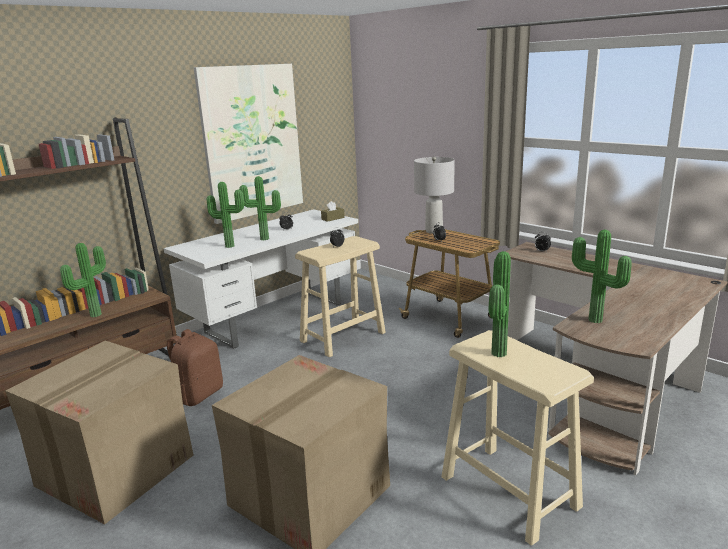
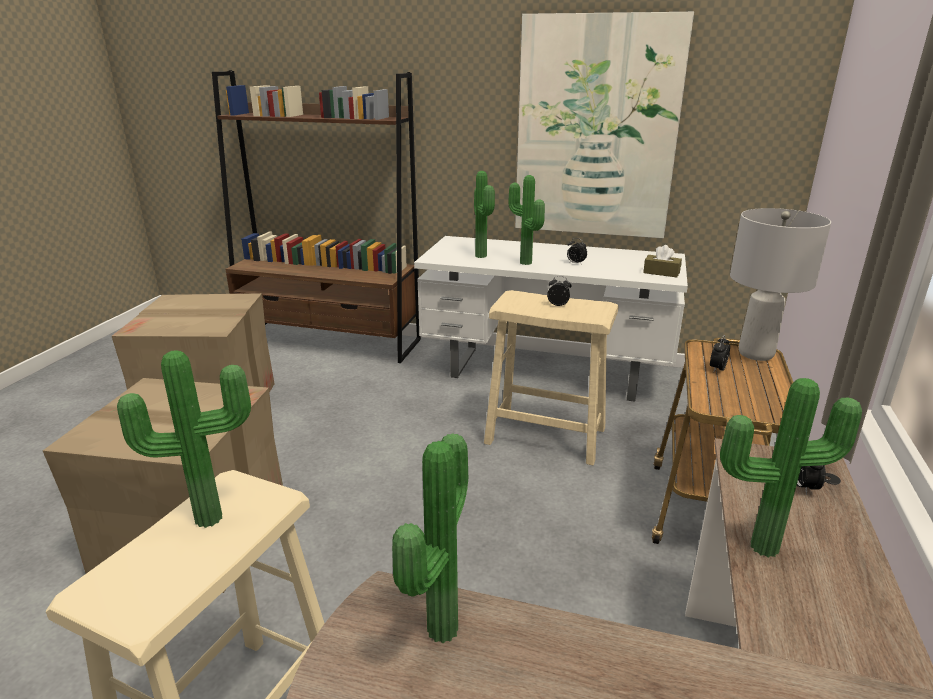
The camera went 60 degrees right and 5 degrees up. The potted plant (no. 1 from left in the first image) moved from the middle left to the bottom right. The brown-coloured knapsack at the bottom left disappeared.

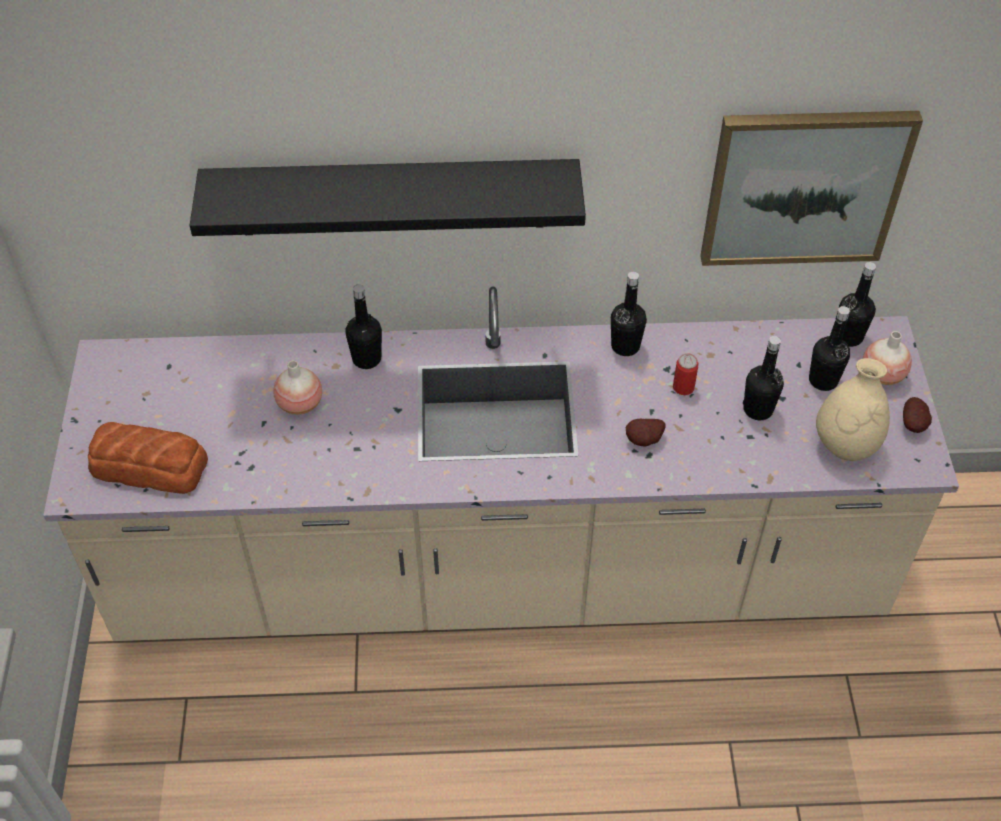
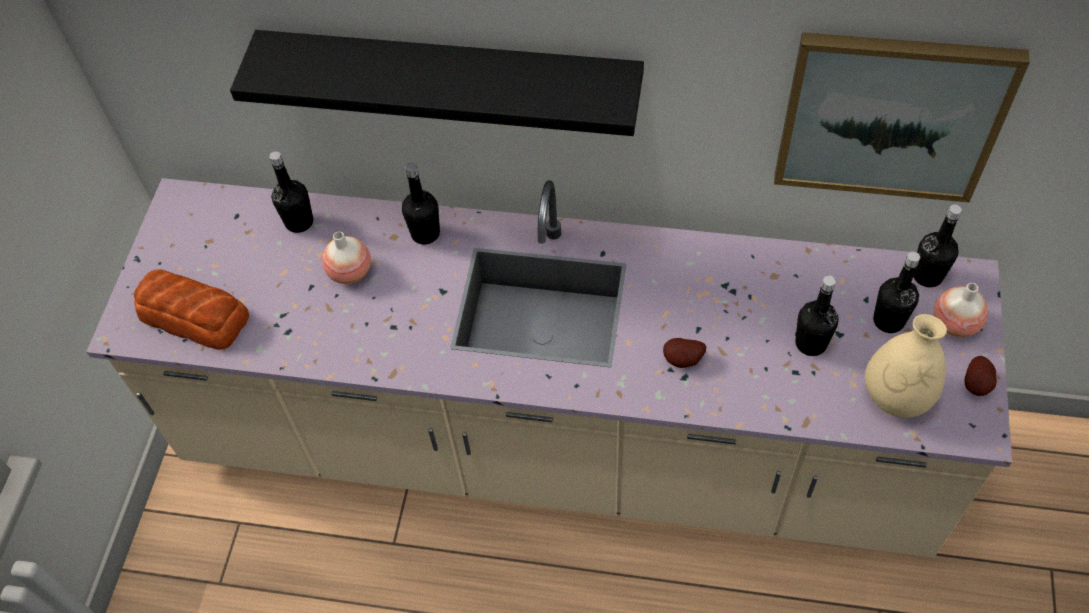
The camera went 15 degrees right and 5 degrees up. The black-coloured beverage bottle (no. 2 from left in the first image) moved from the centre to the top left. The sealed can at the middle right disappeared.

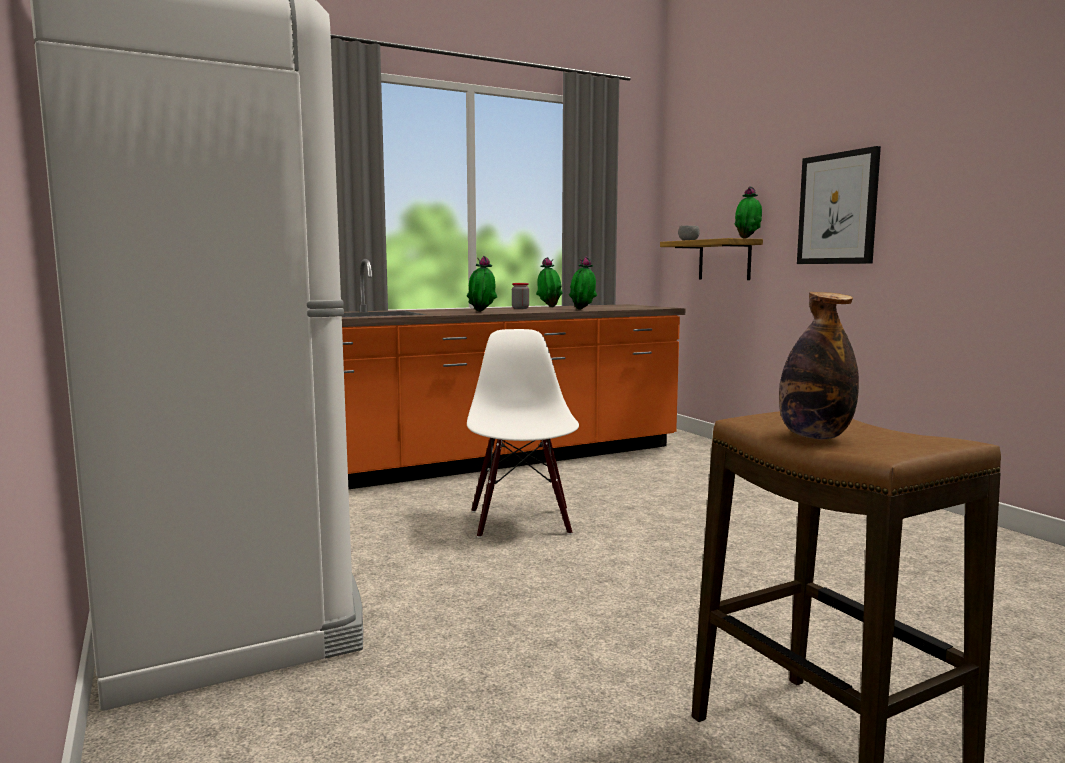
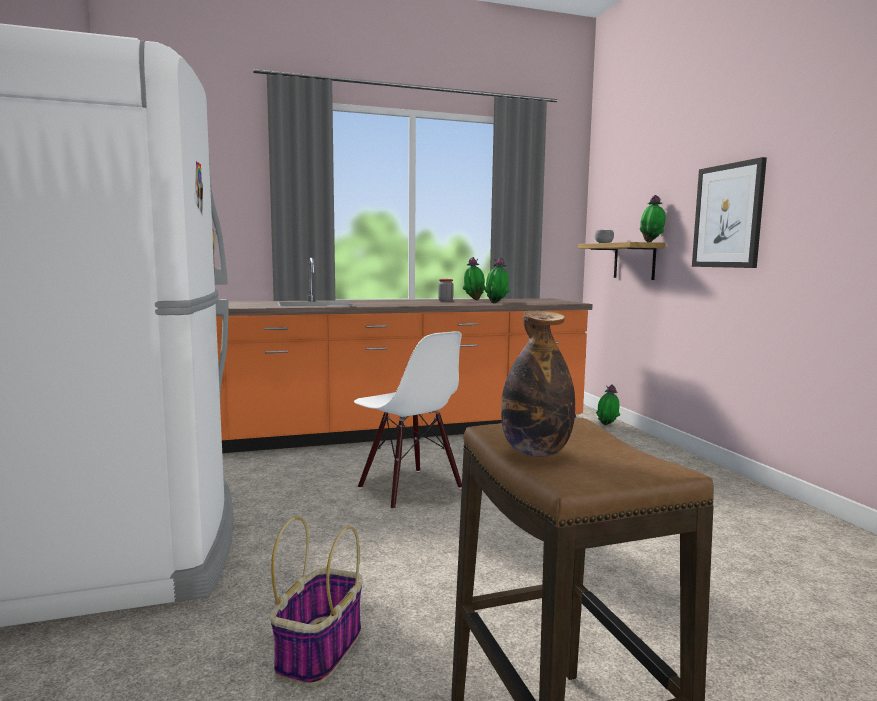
The camera went 10 degrees right and 0 degrees up. The storage basket at the bottom centre appeared. The white chair at the centre turned 135 degrees clockwise. The potted plant (no. 1 from left in the first image) moved from the centre to the middle right.

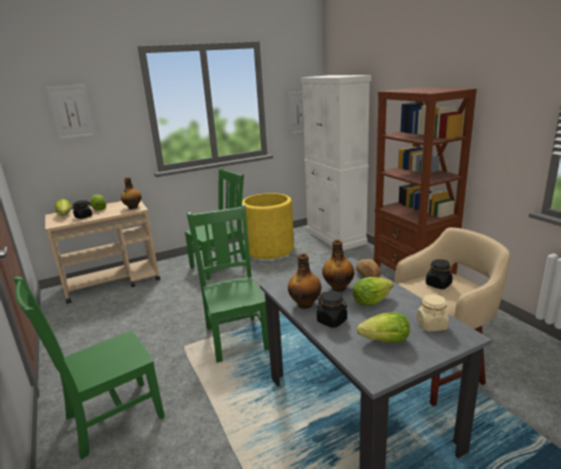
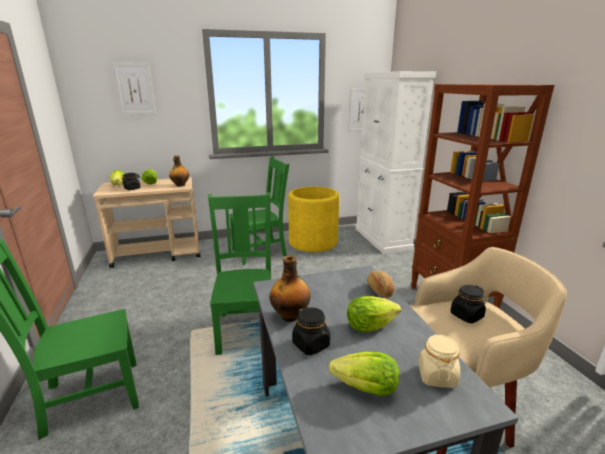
The camera went 10 degrees right and 0 degrees up. The beverage bottle (no. 3 from left) at the centre disappeared.

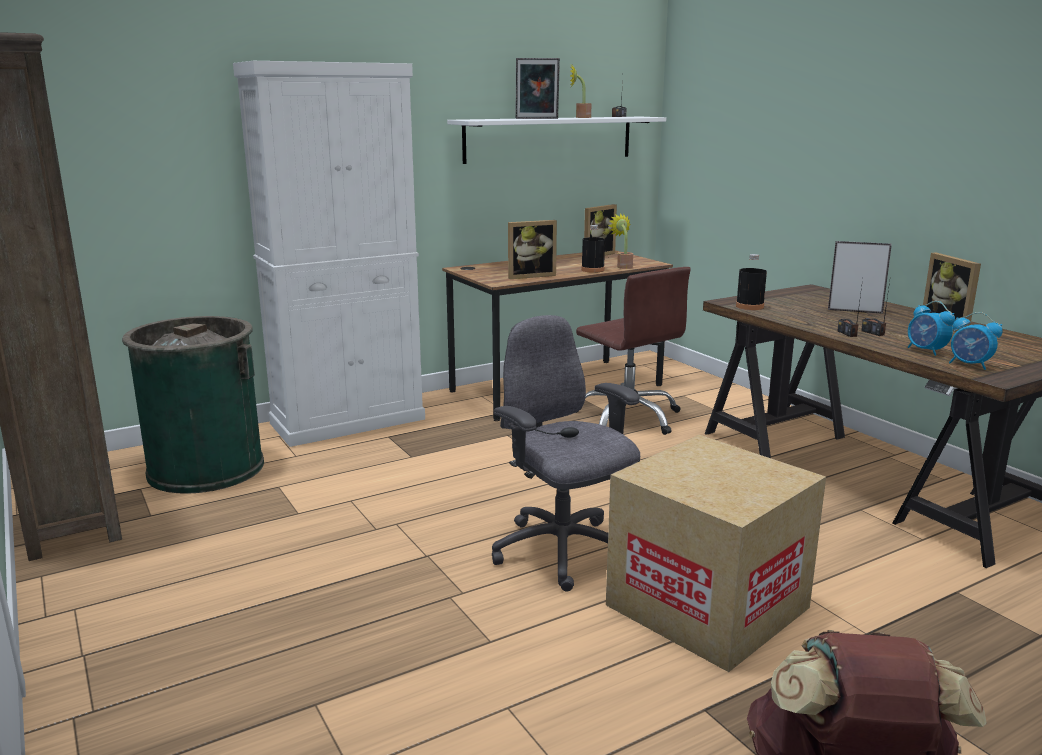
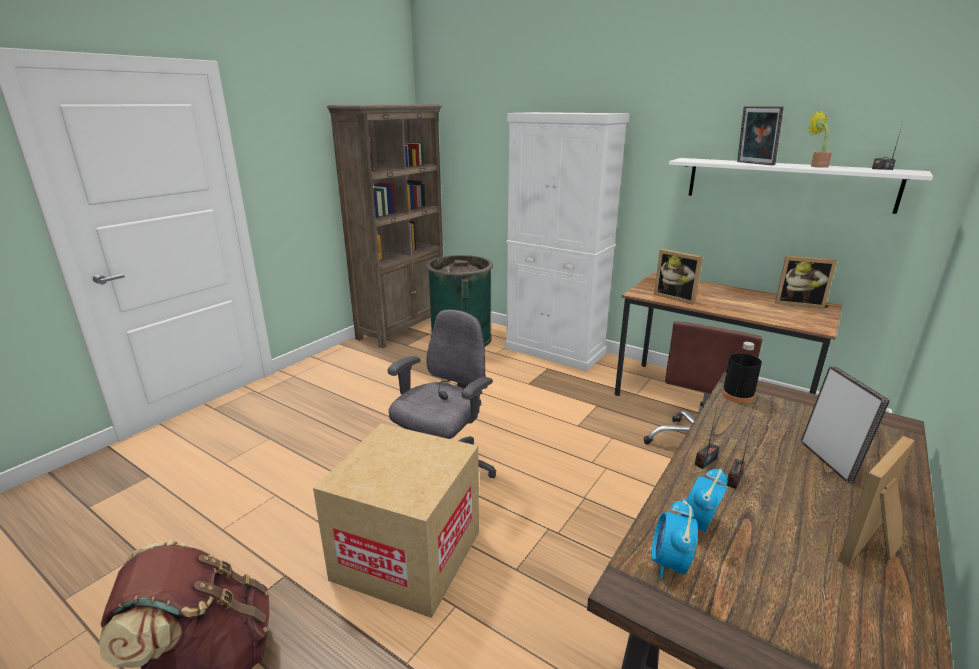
The camera went 65 degrees right and 5 degrees up. The black-coloured beverage bottle (no. 1 from left) at the top centre disappeared. The potted plant (no. 2 from left) at the top centre disappeared.

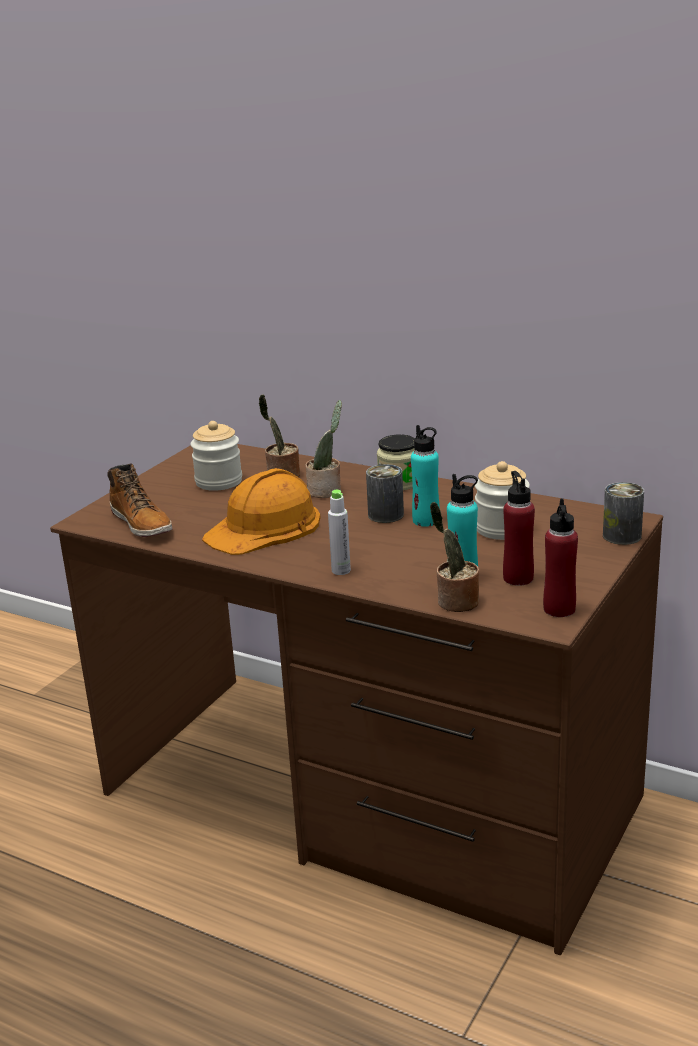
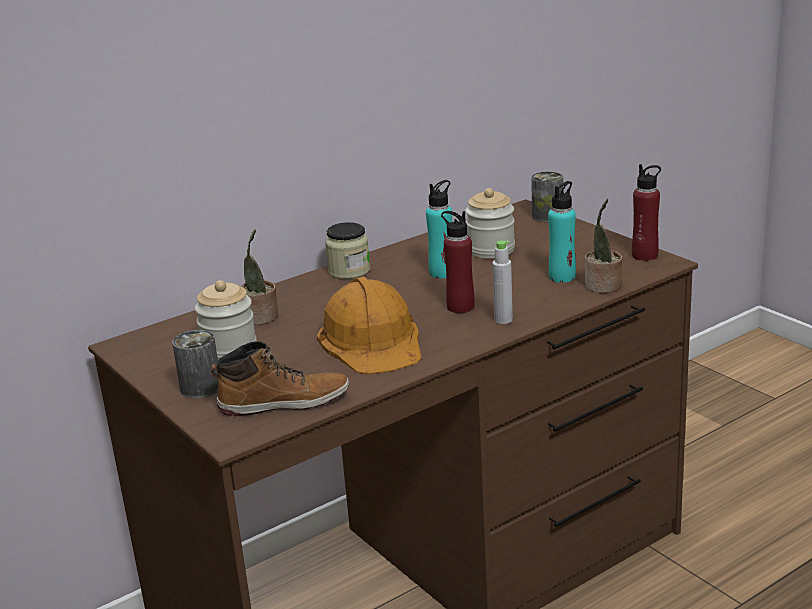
The camera went 65 degrees left and 0 degrees up. The sealed can (no. 1 from left) moved from the centre to the middle left. The reddish beverage bottle (no. 1 from left) moved from the middle right to the centre. The potted plant (no. 2 from left) at the centre disappeared.

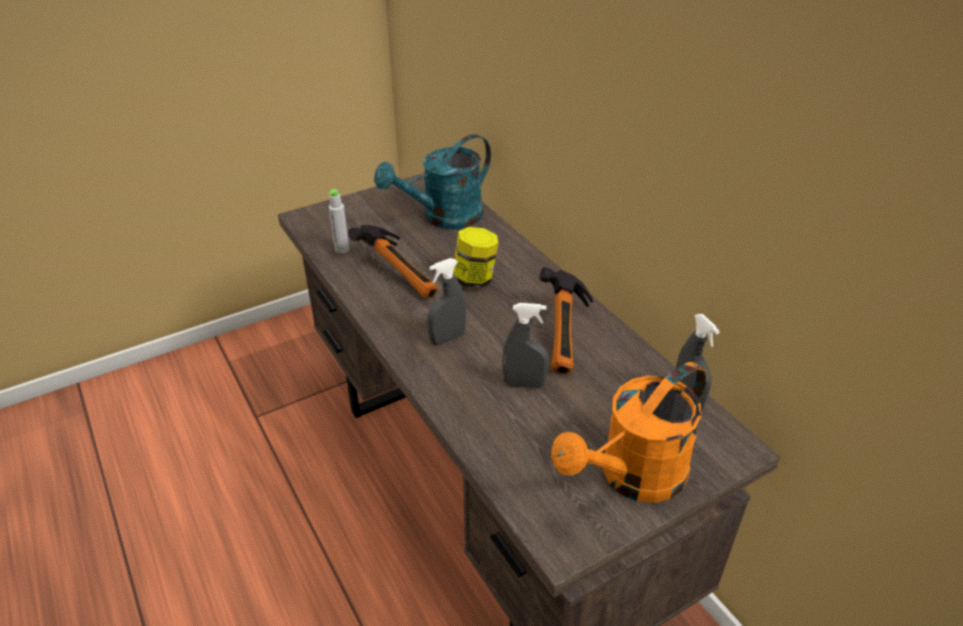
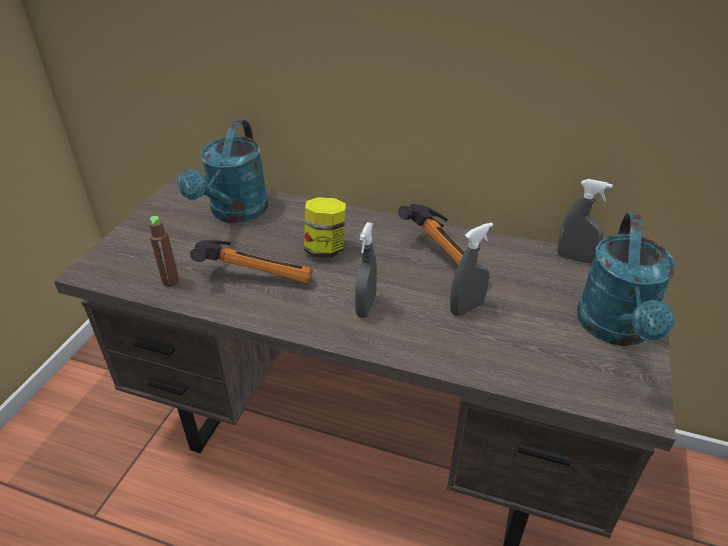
The camera went 40 degrees left and 0 degrees up. The gray beverage bottle at the centre became the brown-coloured beverage bottle at the middle left. The orange-coloured sprinkling can at the bottom centre became the blue-green sprinkling can (no. 2 from left) at the middle right.

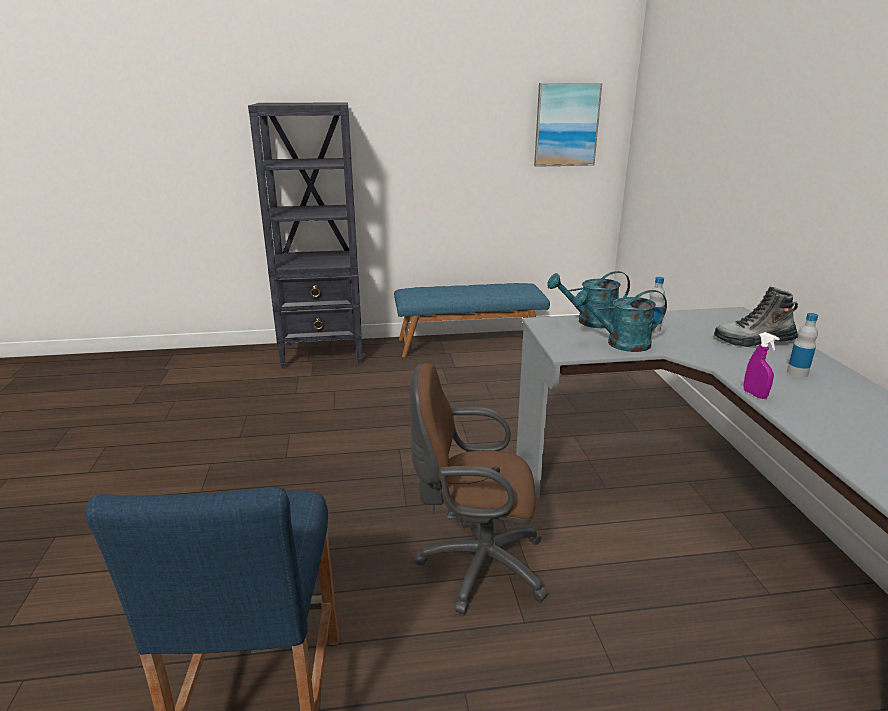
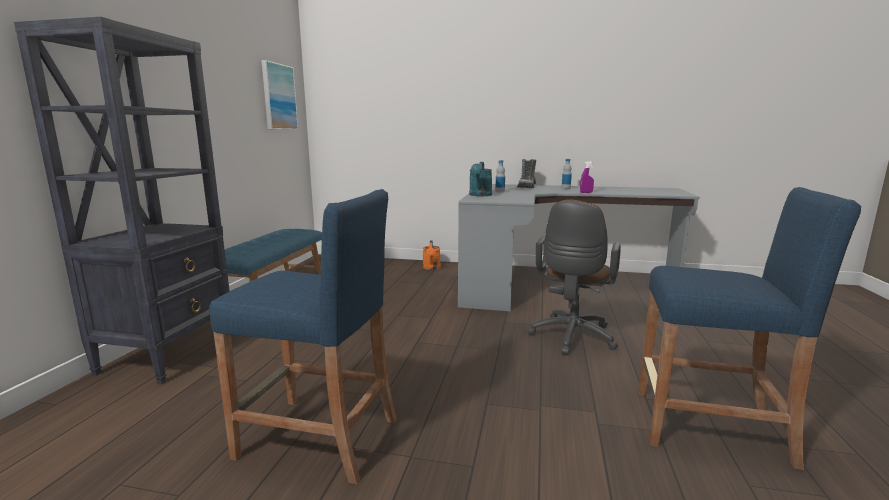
The camera went 70 degrees left and 10 degrees down. The blue stool (no. 1 from left) at the bottom centre appeared. The orange-coloured sprinkling can at the centre appeared. The blue-green sprinkling can (no. 2 from left) at the middle right disappeared.

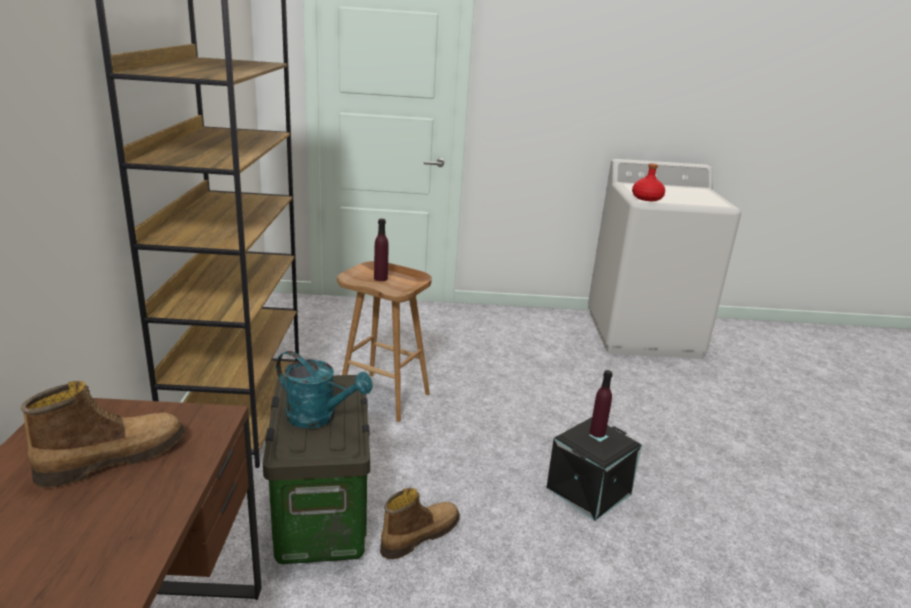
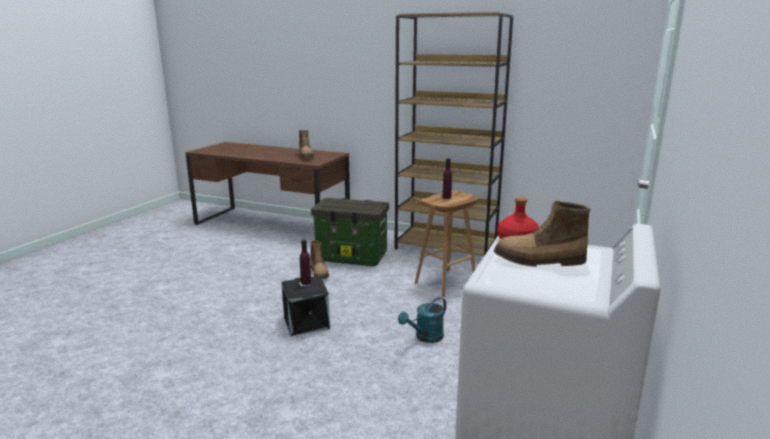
The camera went 115 degrees right and 5 degrees down. The blue-green sprinkling can moved from the centre to the bottom centre. The boot (no. 3 from left) at the middle right appeared.

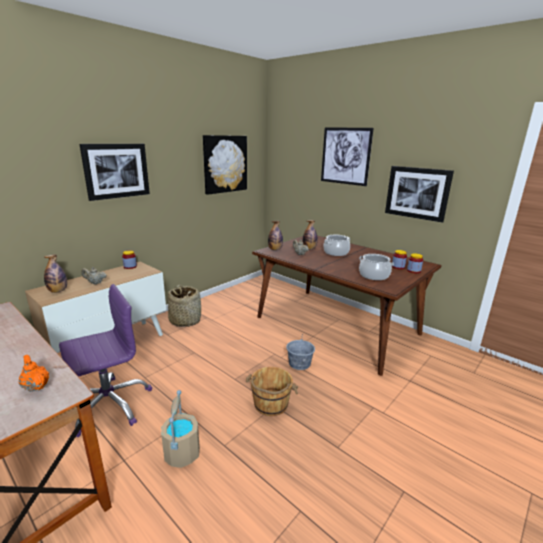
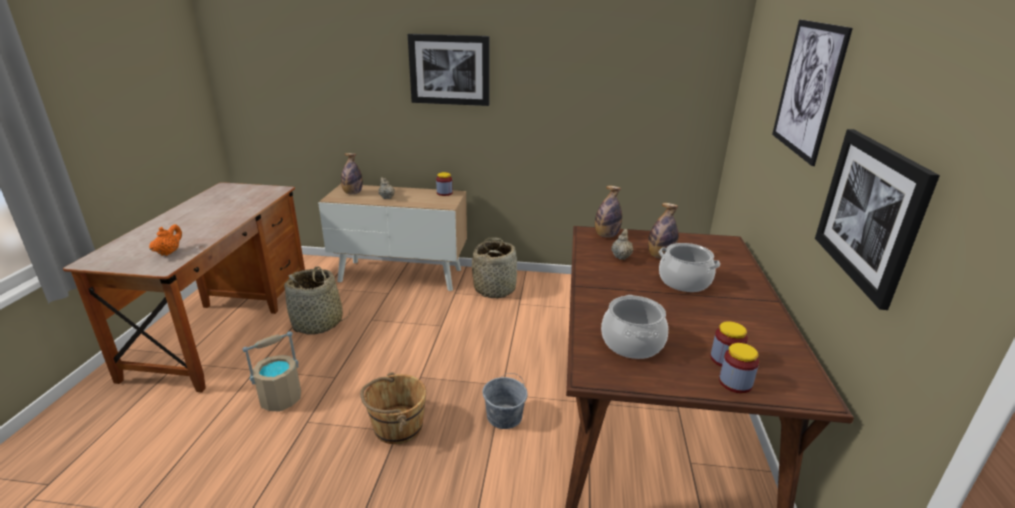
The camera went 55 degrees right and 5 degrees up. The purplish desk chair at the middle left was replaced by the storage basket (no. 1 from left) at the middle left. The wall art (no. 2 from left) at the top centre disappeared.

